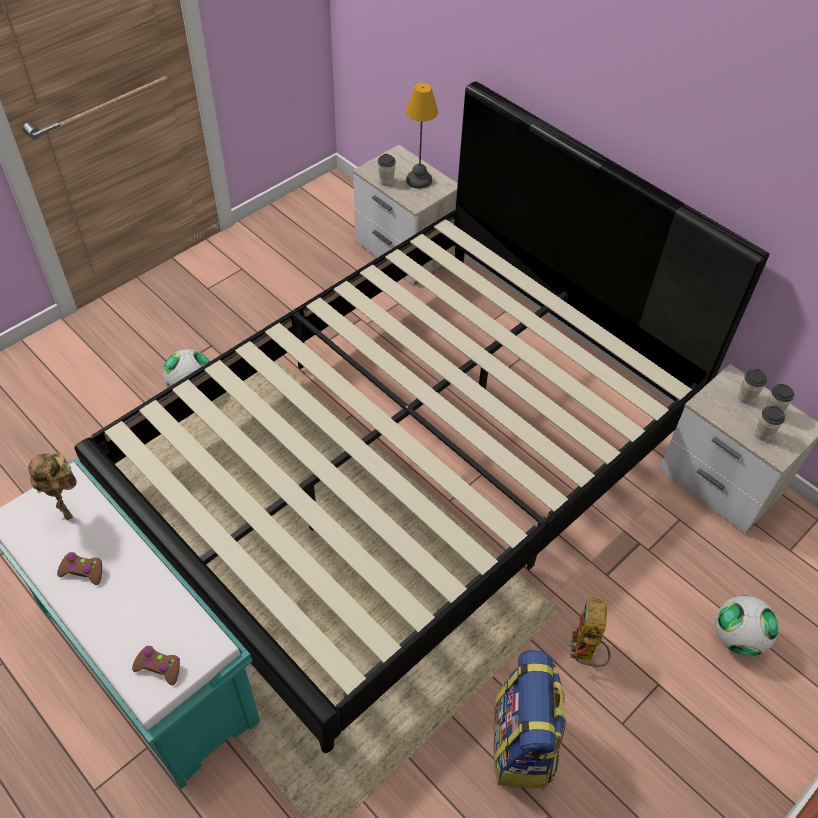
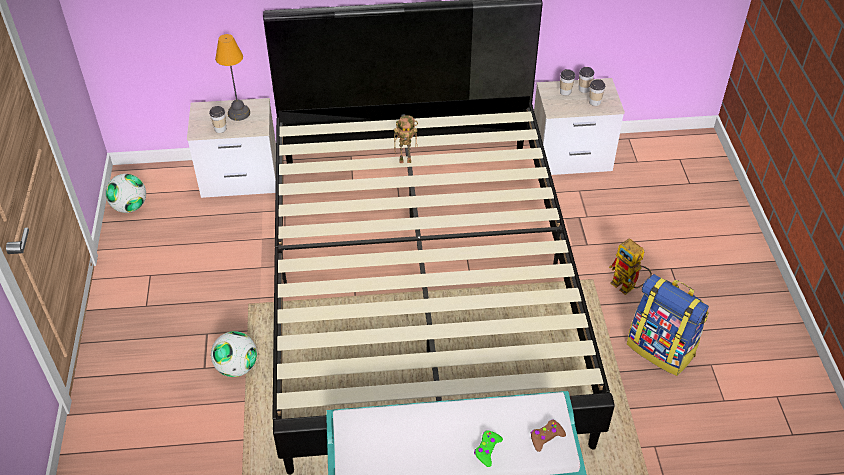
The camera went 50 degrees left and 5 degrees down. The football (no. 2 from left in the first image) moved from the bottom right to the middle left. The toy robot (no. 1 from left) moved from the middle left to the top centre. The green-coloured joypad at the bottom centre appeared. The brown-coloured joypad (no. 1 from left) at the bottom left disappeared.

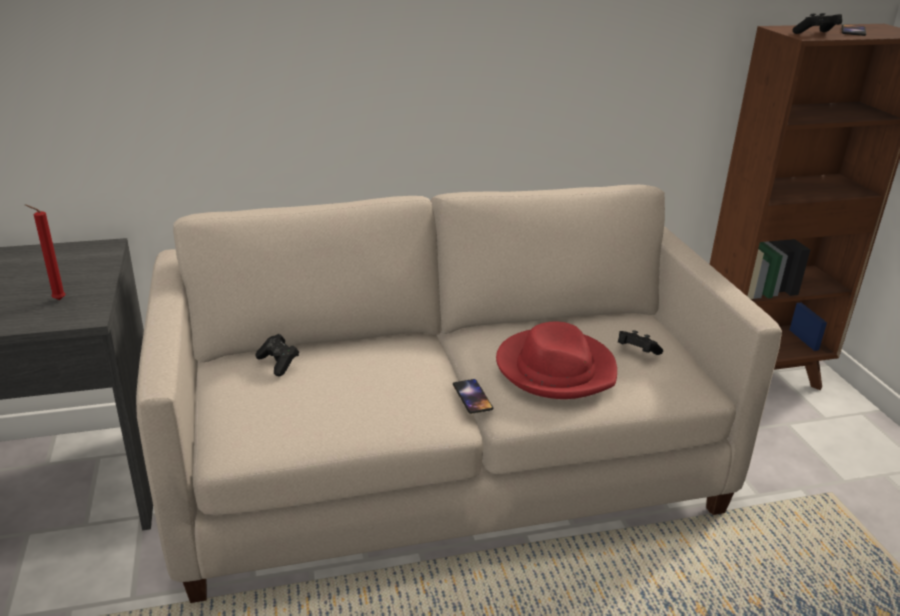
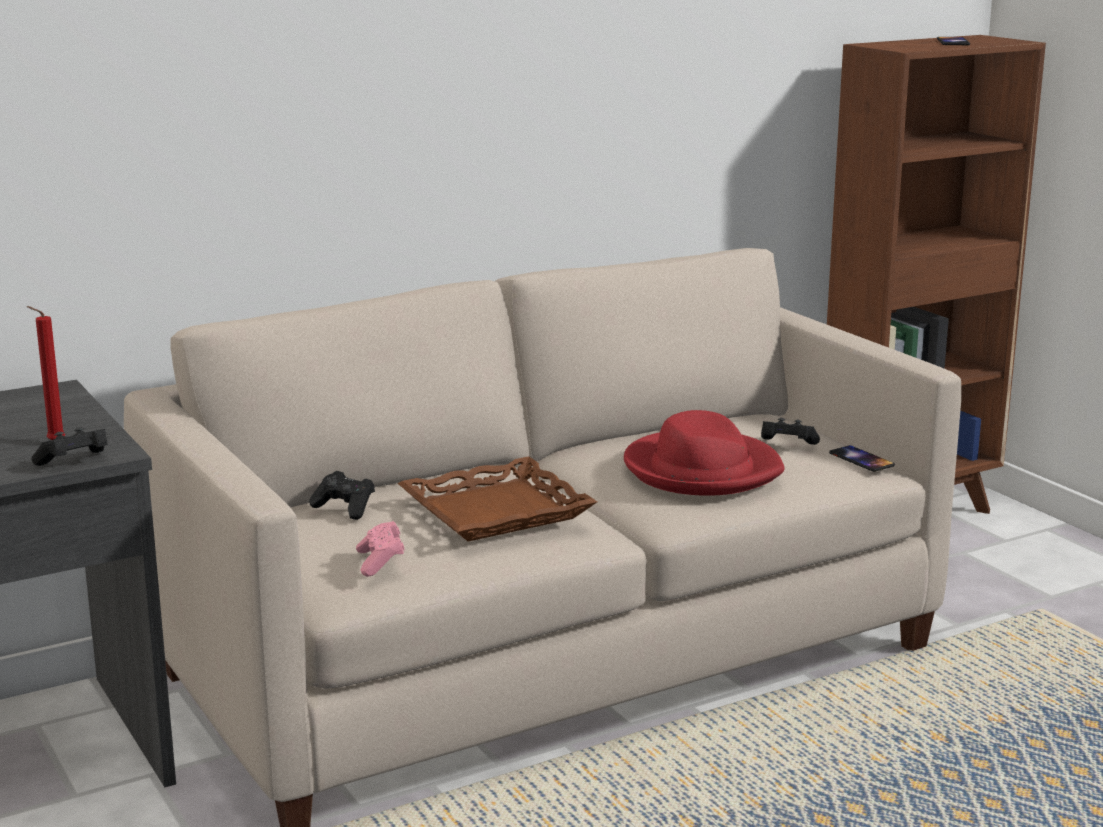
The camera went 15 degrees left and 10 degrees down. The black-coloured joypad (no. 3 from left in the first image) moved from the top right to the middle left. The pink-coloured joypad at the centre appeared. The brown-coloured serving tray at the centre appeared. The phone (no. 1 from left) moved from the centre to the middle right.

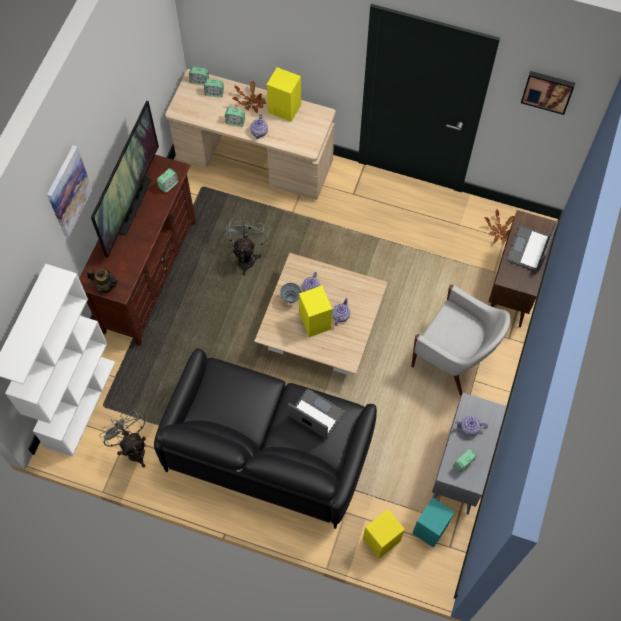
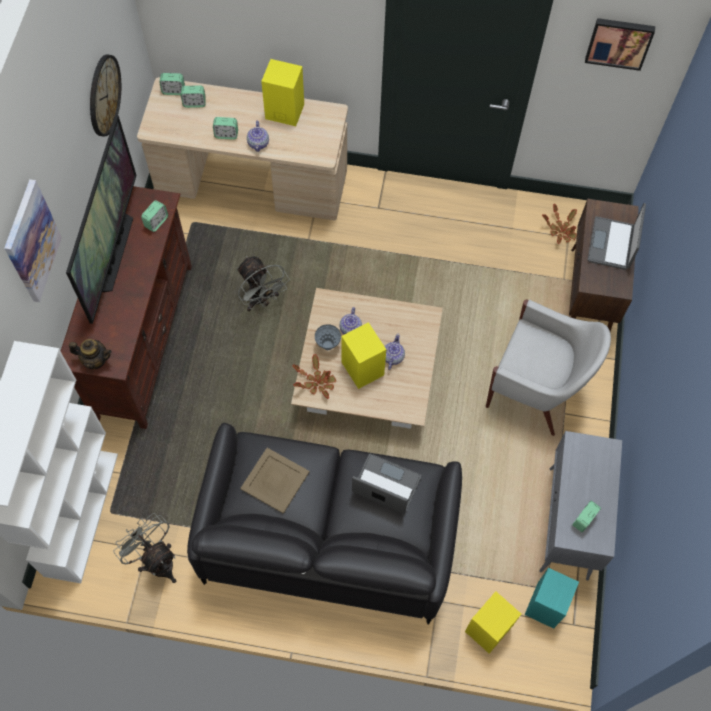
The camera went 10 degrees left and 0 degrees up. The wall clock at the top left appeared. The gray electric fan (no. 2 from left) at the centre turned 150 degrees clockwise. The beige serving tray at the bottom centre appeared. The potted plant (no. 1 from left) moved from the top centre to the centre. The pot for tea (no. 5 from left) at the bottom right disappeared.

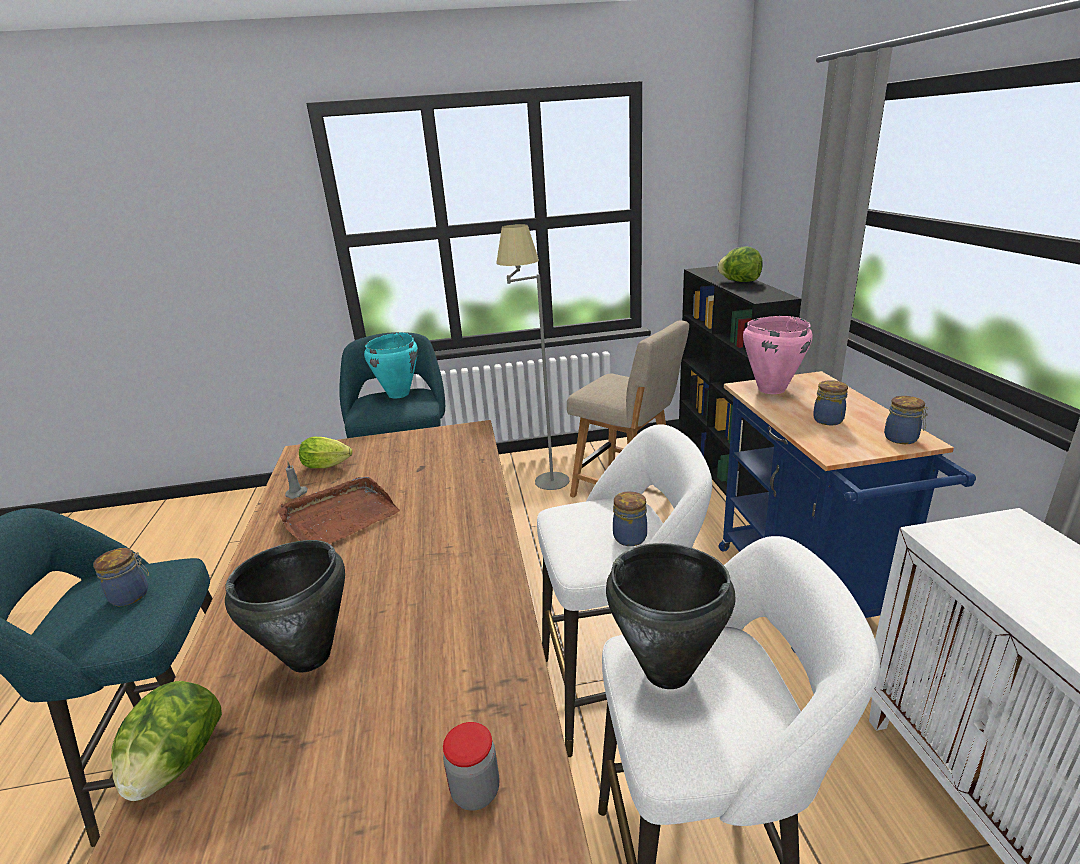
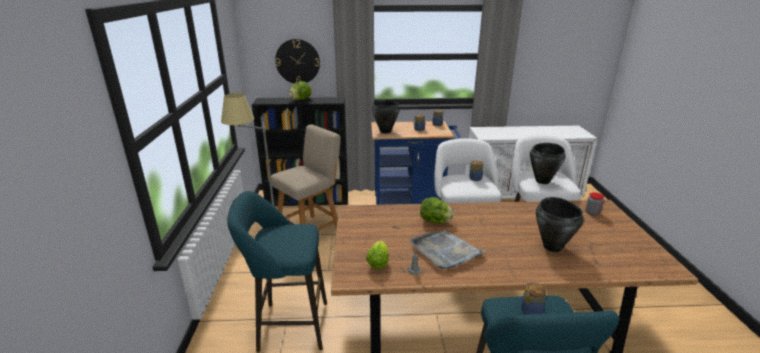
The camera went 85 degrees left and 0 degrees up. The wall clock at the top centre appeared. The pink-coloured saucepot at the middle right became the black-coloured saucepot (no. 1 from left) at the top centre. The brown-coloured serving tray at the middle left became the gray serving tray at the bottom centre. The head of lettuce (no. 1 from left in the first image) moved from the bottom left to the centre. The blue-green saucepot at the centre disappeared.

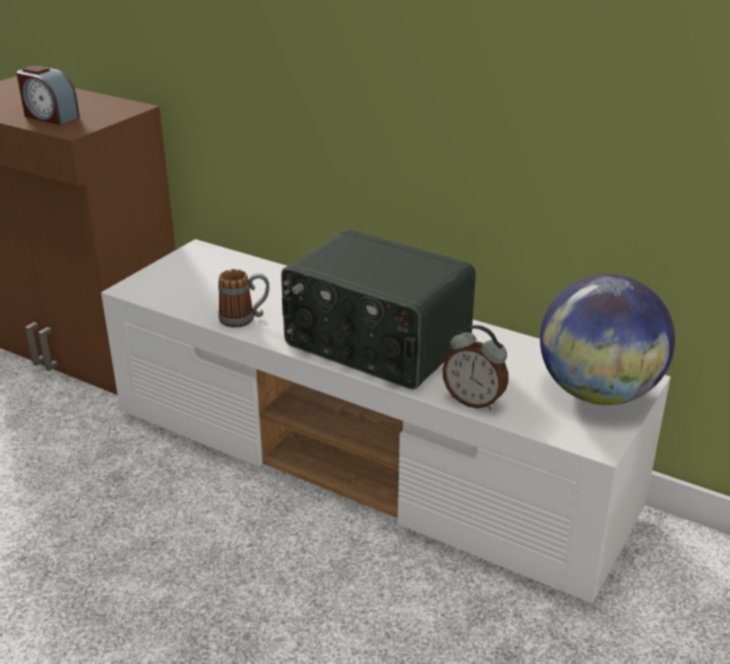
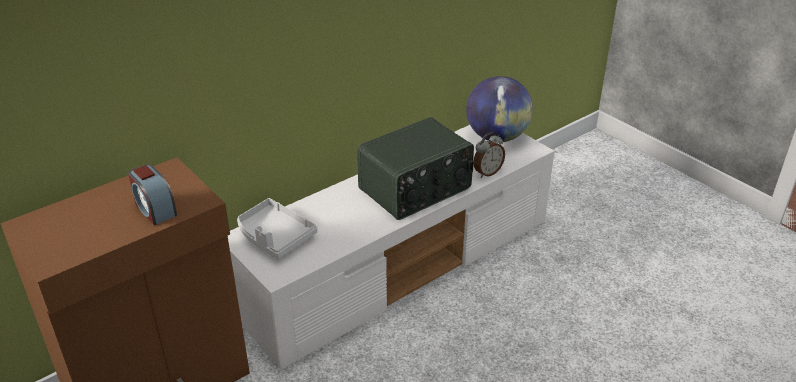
The camera went 70 degrees left and 5 degrees up. The alarm clock (no. 1 from left) at the top left turned 90 degrees clockwise. The gray serving tray at the centre appeared. The coffee mug at the middle left disappeared.

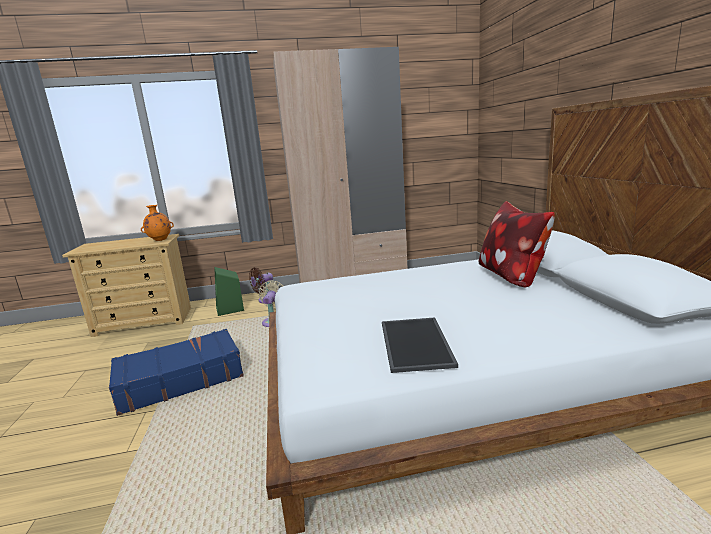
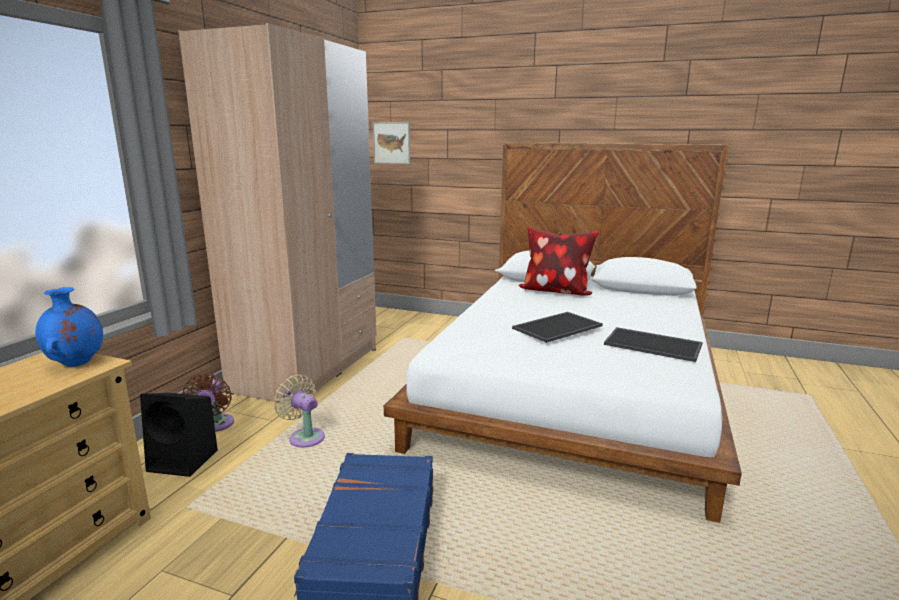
The camera went 60 degrees left and 0 degrees up. The orange-coloured flower vase at the middle left became the blue flower vase at the middle left. The green-coloured loudspeaker at the middle left became the black-coloured loudspeaker at the bottom left. The wall art at the top centre appeared. The serving tray (no. 1 from left) at the centre appeared.

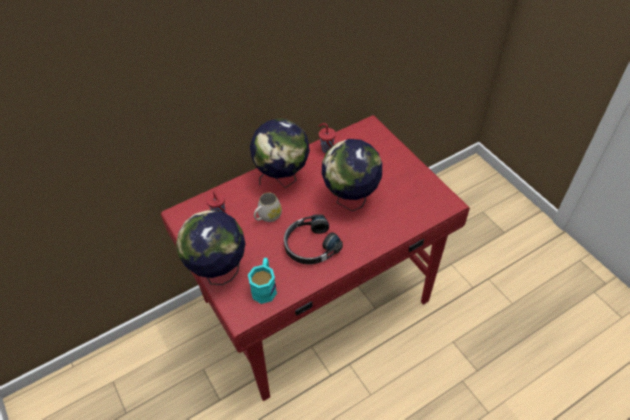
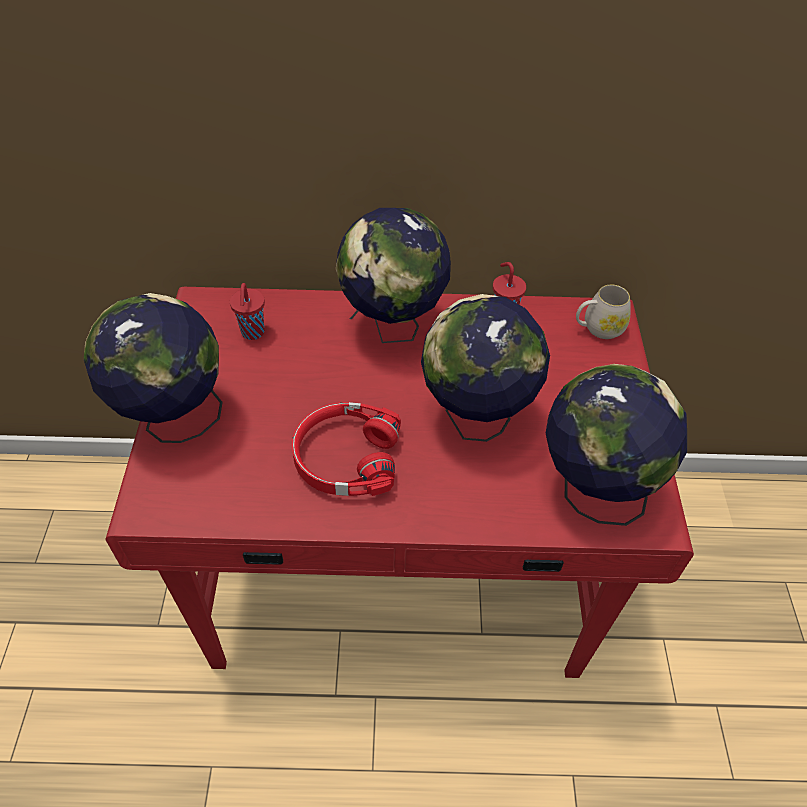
The camera went 30 degrees right and 0 degrees up. The black-coloured headphones at the centre became the reddish headphones at the centre. The desk globe (no. 4 from left) at the middle right appeared. The white coffee mug moved from the centre to the middle right. The blue-green coffee mug at the bottom centre disappeared.

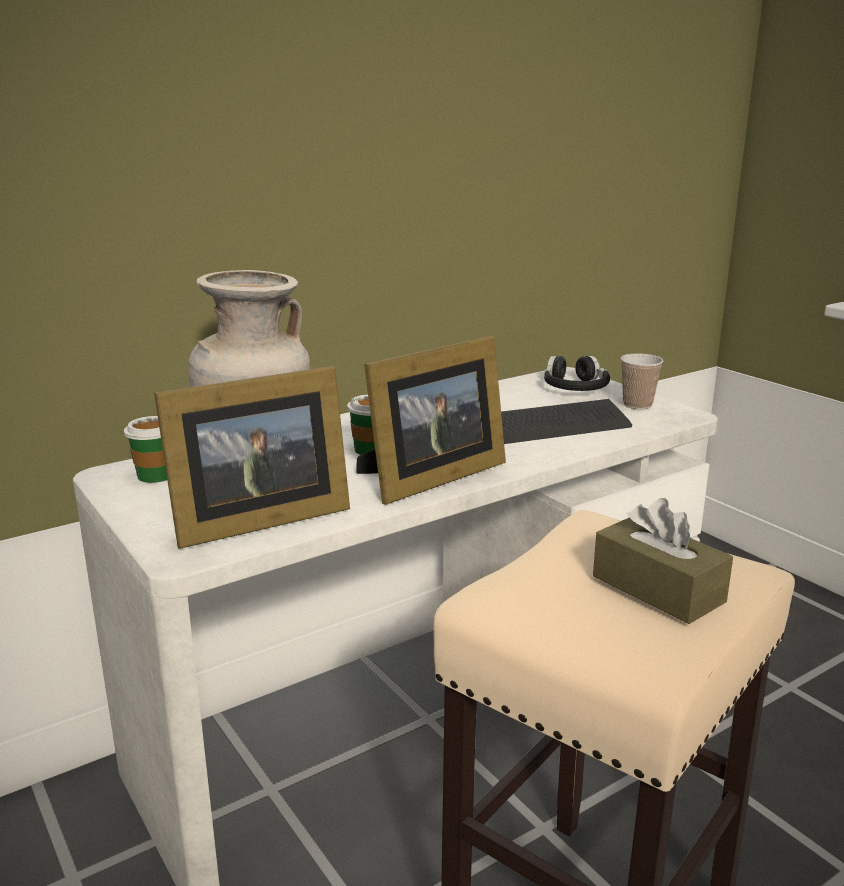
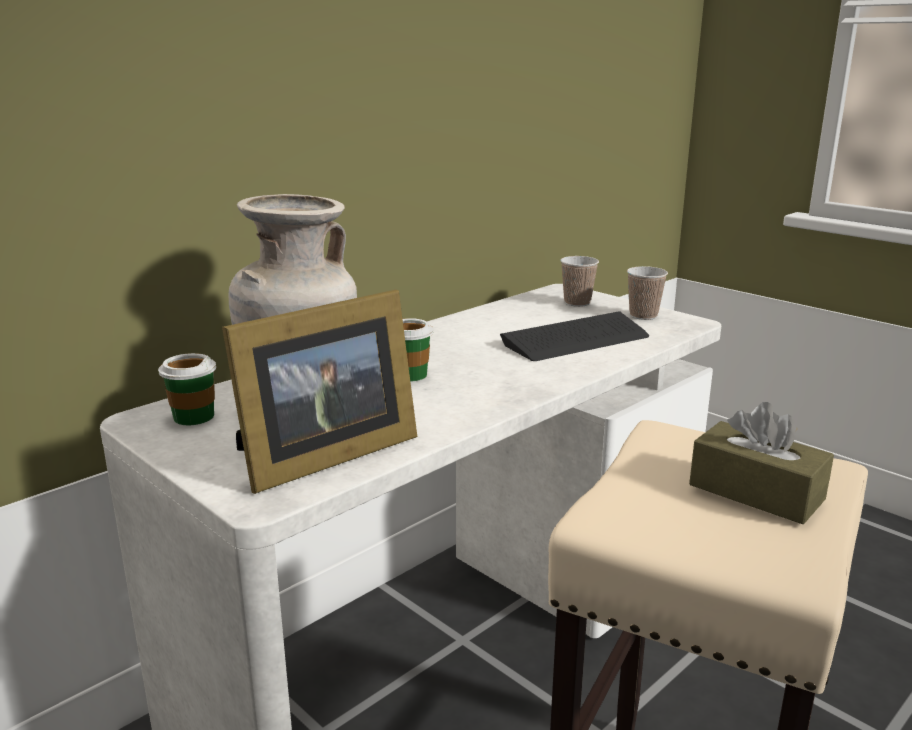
The camera went 10 degrees left and 0 degrees up. The black-coloured headphones at the middle right was replaced by the drinking cup (no. 3 from left) at the centre. The photo frame (no. 2 from left) at the centre disappeared.

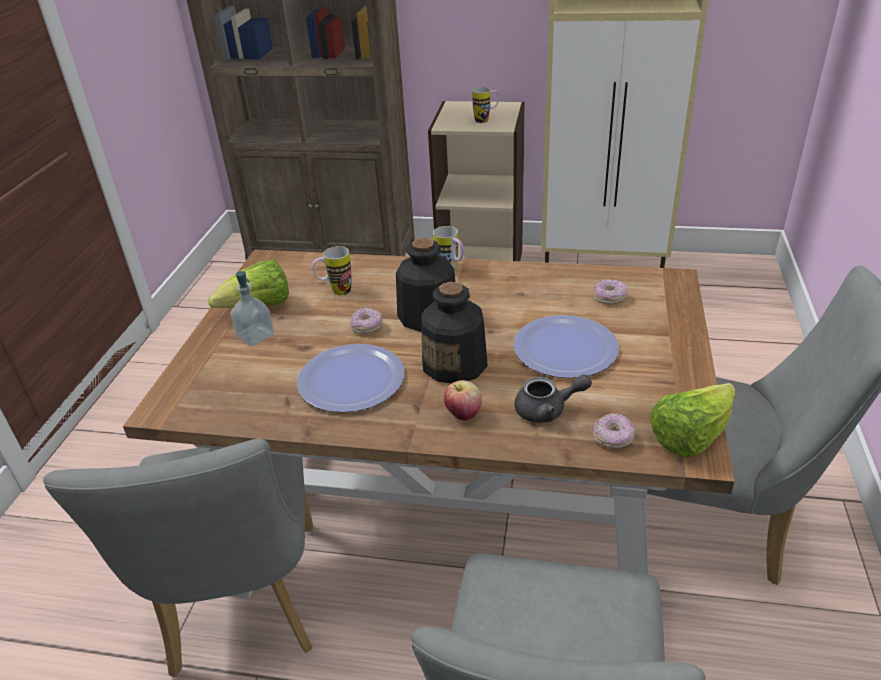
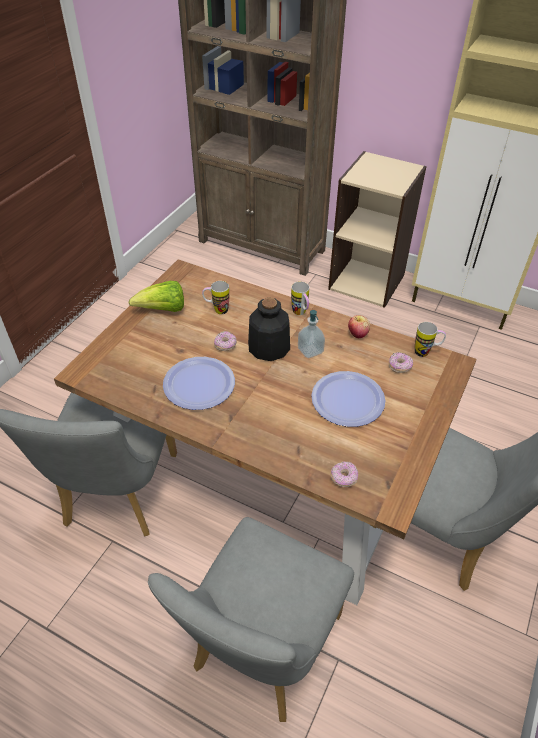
The camera went 15 degrees right and 10 degrees up. The soap dispenser moved from the middle left to the centre. The apple moved from the centre to the middle right. The coffee mug (no. 3 from left) moved from the top centre to the middle right. The beverage bottle (no. 2 from left) at the centre disappeared. The gray pot for tea at the centre disappeared. The head of lettuce (no. 2 from left) at the middle right disappeared.

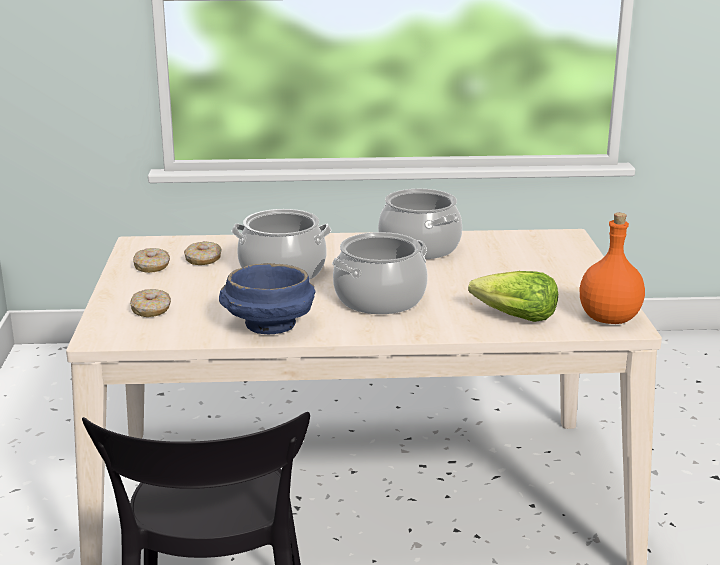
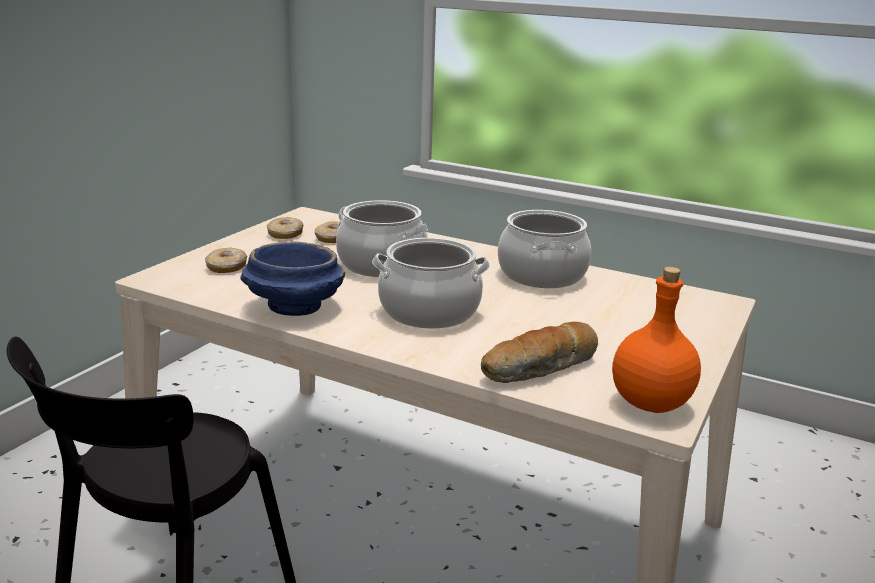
The camera went 30 degrees right and 0 degrees up. The head of lettuce at the middle right was replaced by the baked bread at the centre.

